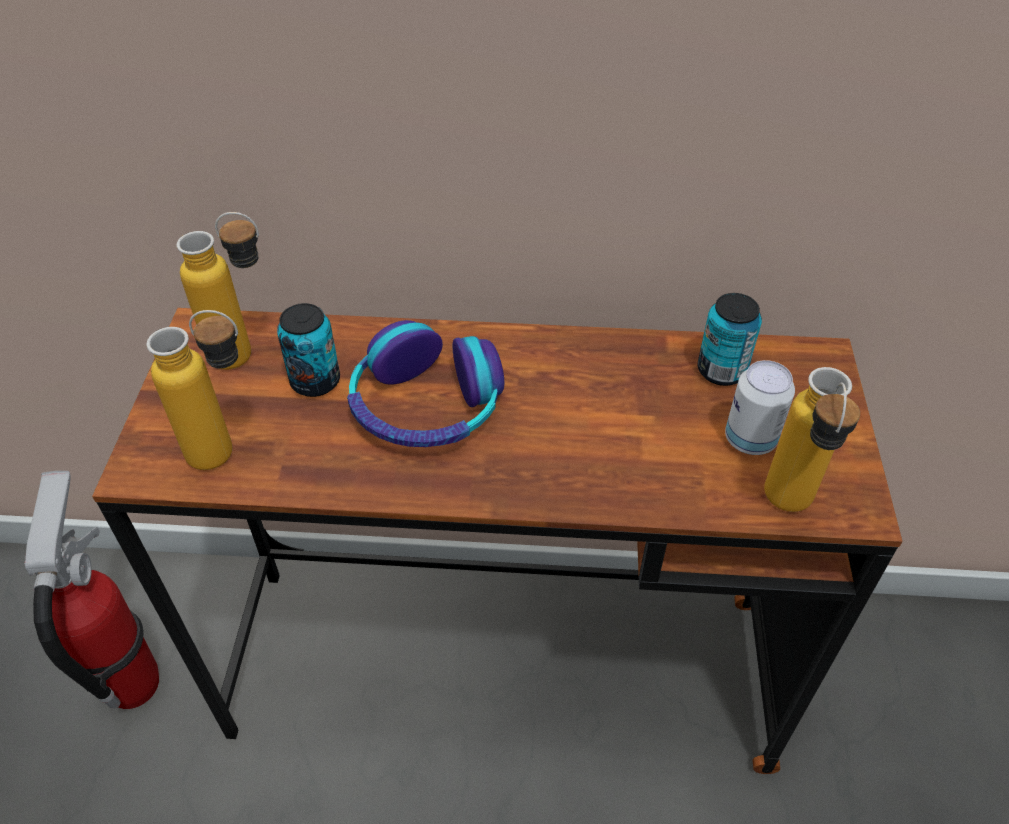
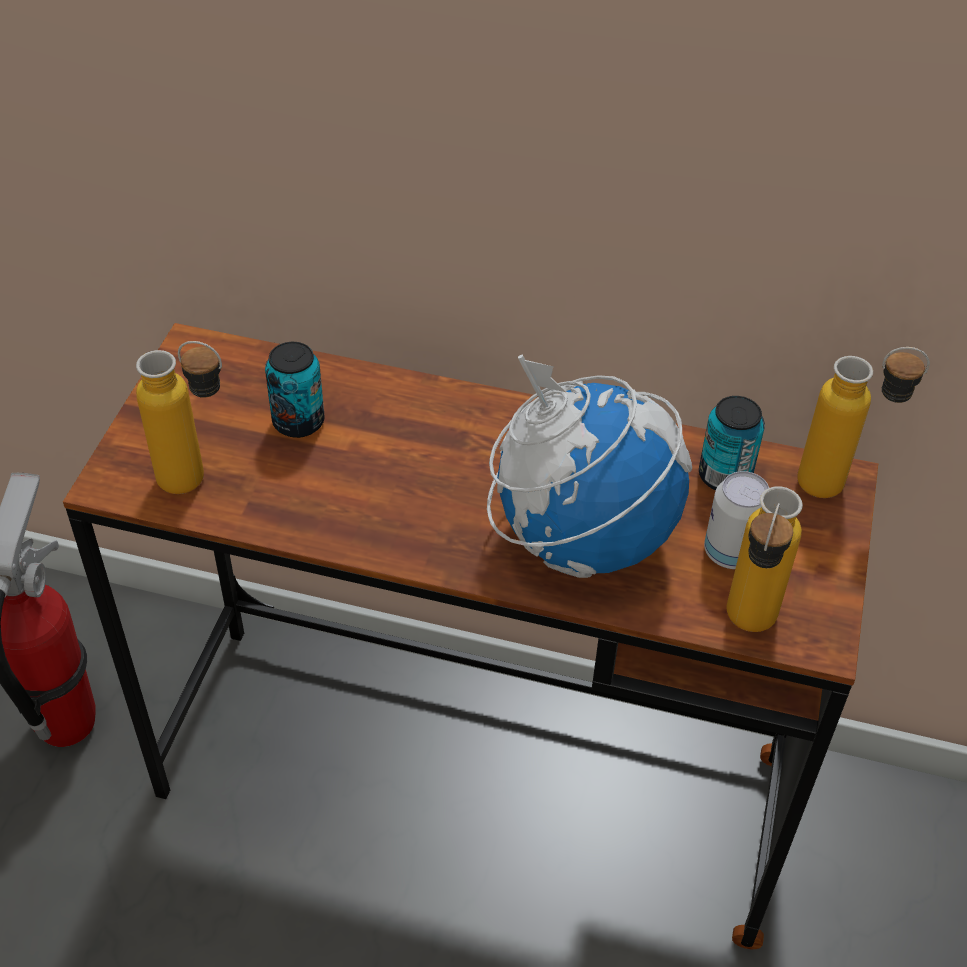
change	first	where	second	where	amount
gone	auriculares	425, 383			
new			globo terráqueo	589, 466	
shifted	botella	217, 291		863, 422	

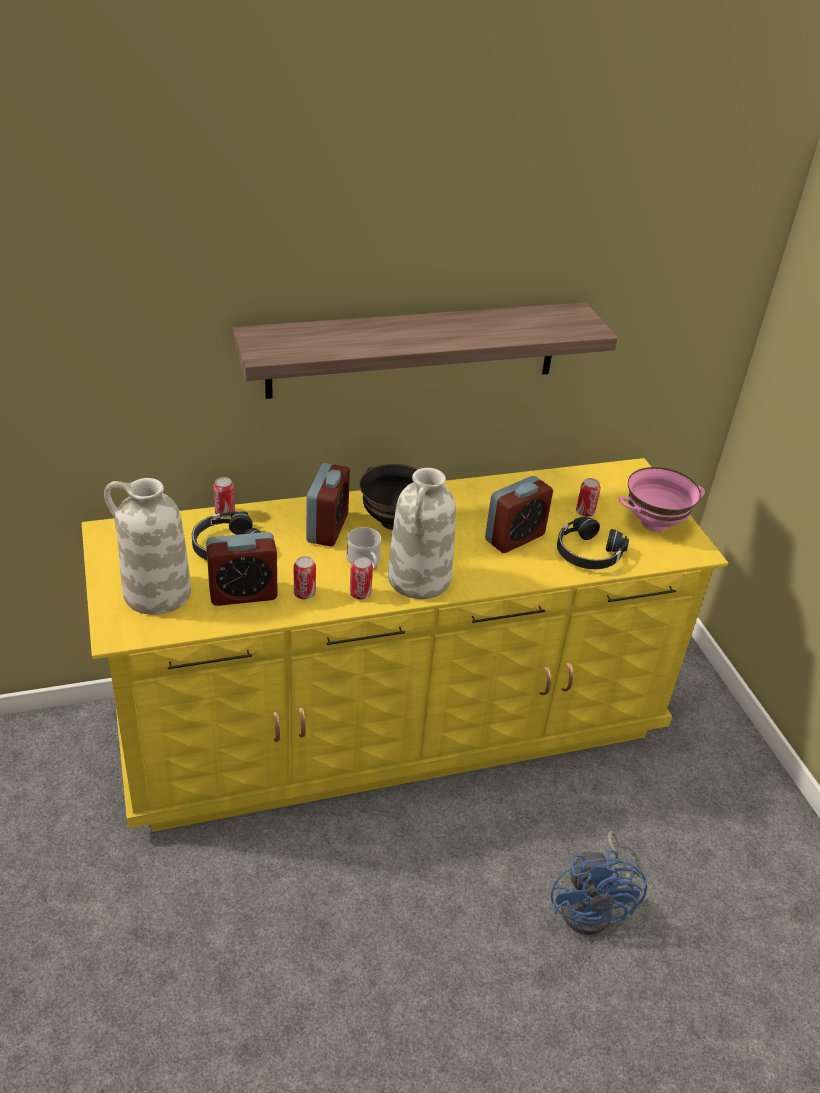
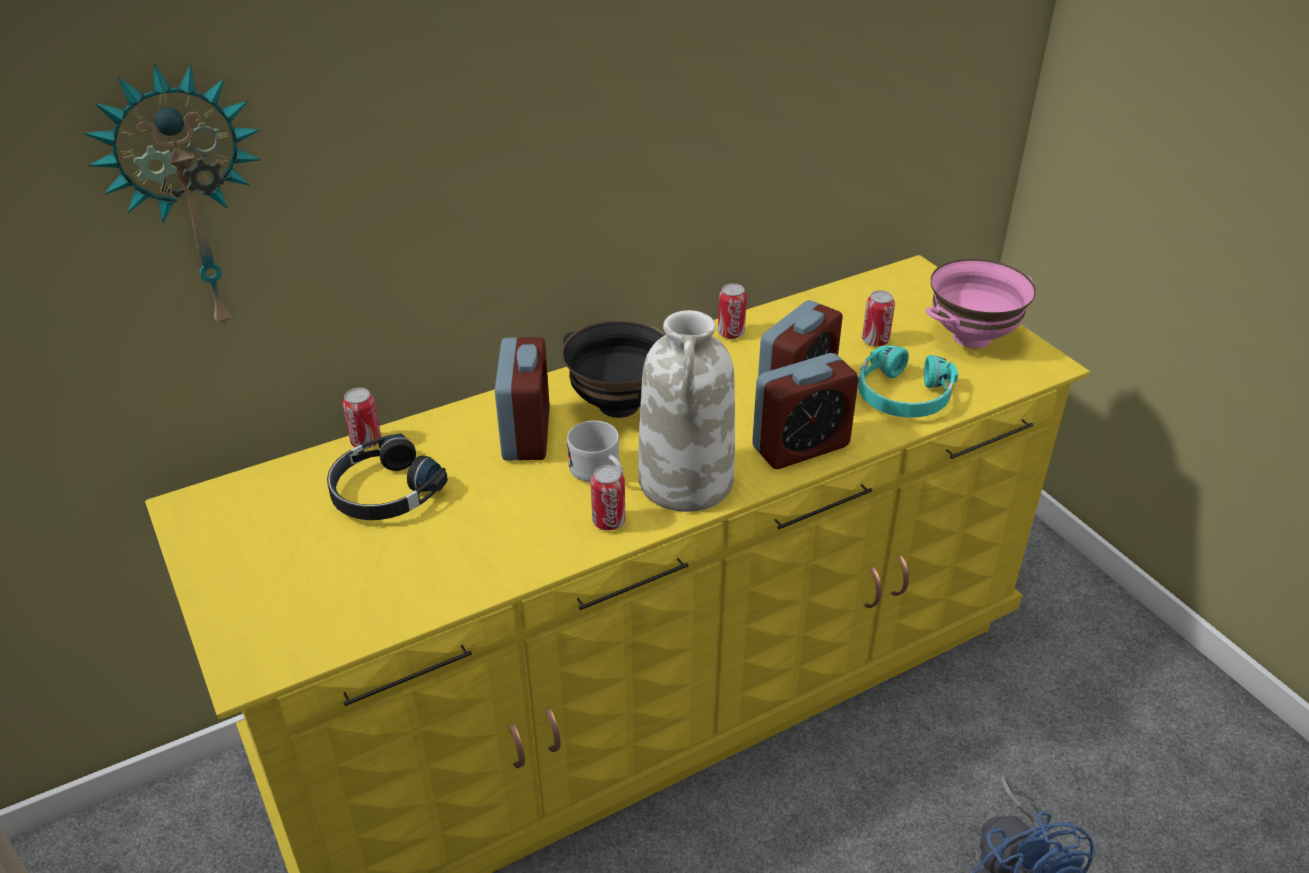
change	first	where	second	where	amount
gone	florero/blanco	147, 546			
gone	estante	425, 350			
new			reloj de pared	172, 197	
shifted	despertador	242, 569		805, 411	
shifted	lata	305, 577		732, 311	
repainted	auriculares/negro	593, 542	auriculares/turquesa	908, 381	

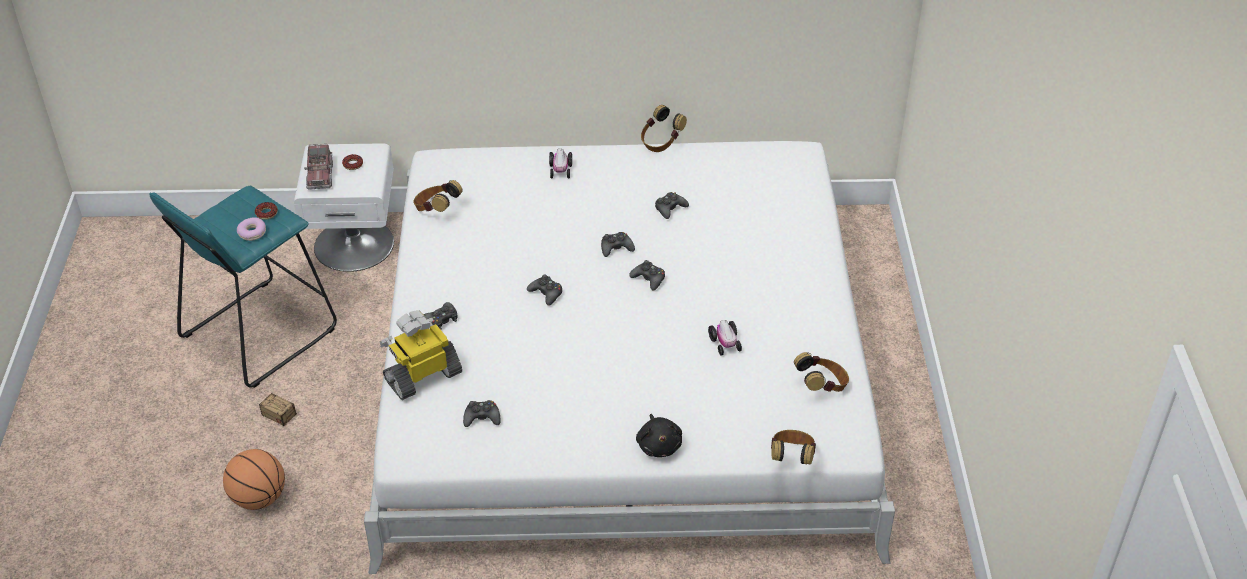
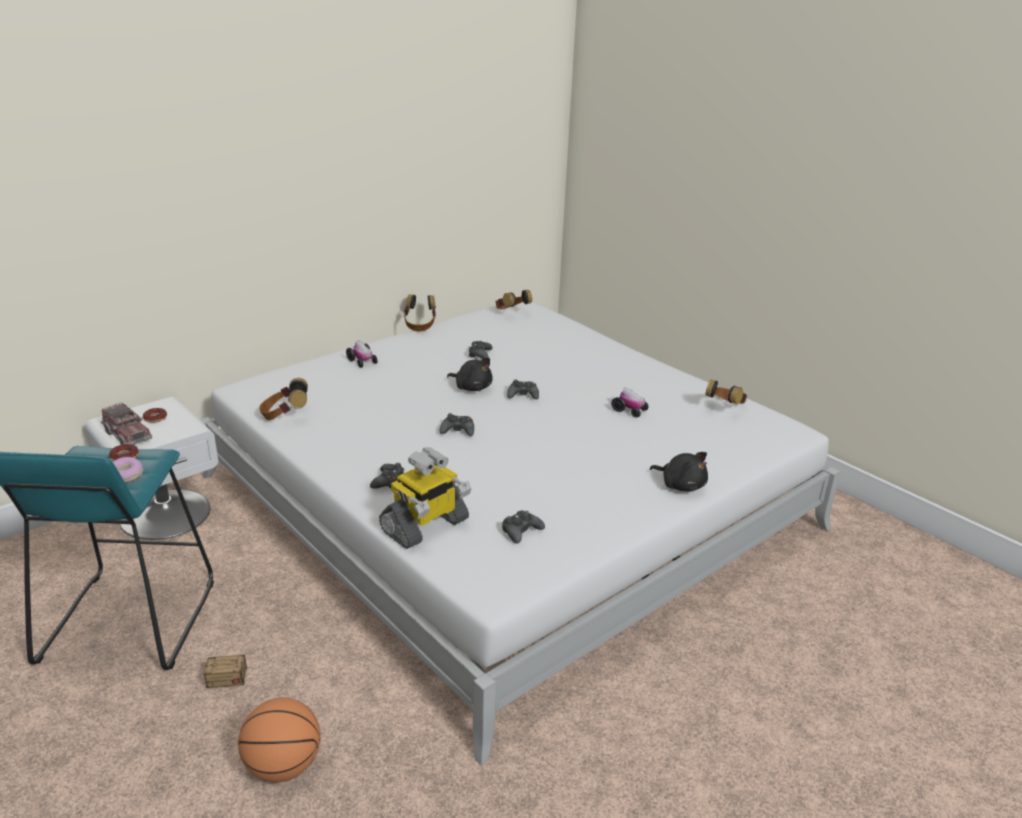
change	first	where	second	where	amount
shifted	auriculares	793, 447		513, 299	
swapped	mando de consola/negro	618, 244	peluche/negro	470, 374	
rotated	robot de juguete	420, 355		425, 498	150 degrees counterclockwise

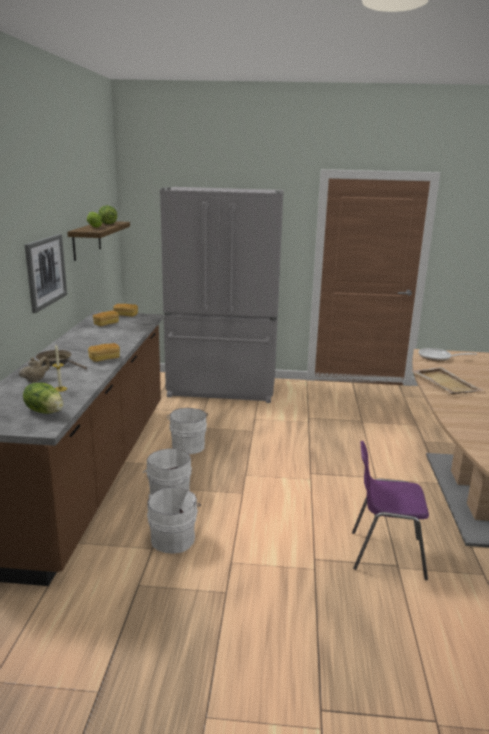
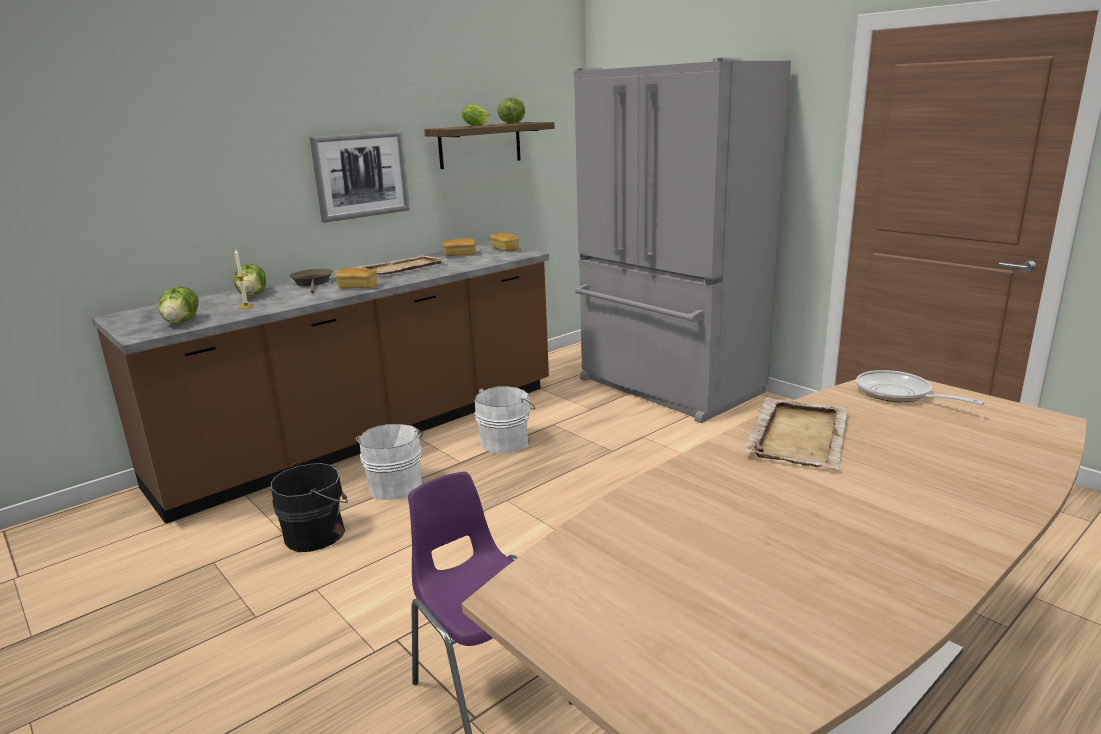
change	first	where	second	where	amount
new			bandeja/beis	403, 265	
swapped	tetera/beis	34, 370	lechuga	250, 280	
repainted	cubo/blanco	174, 520	cubo/negro	309, 507	

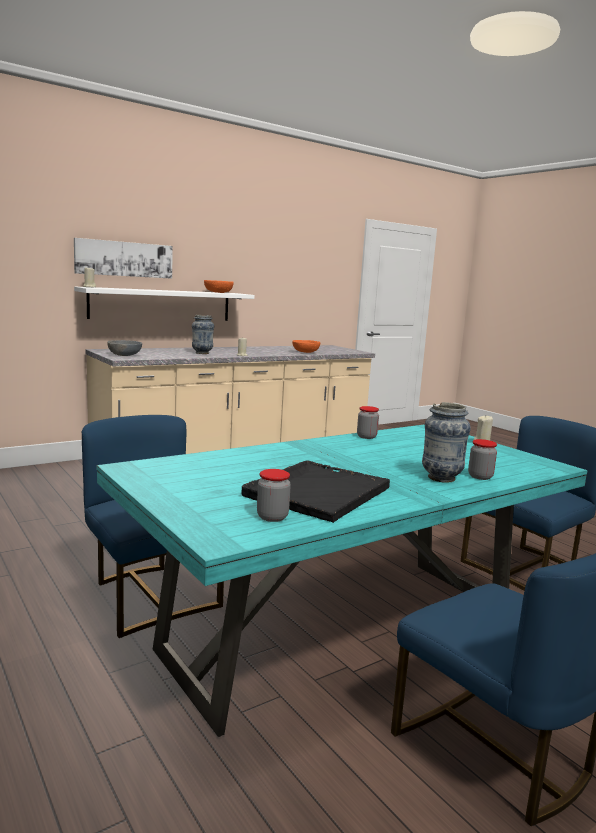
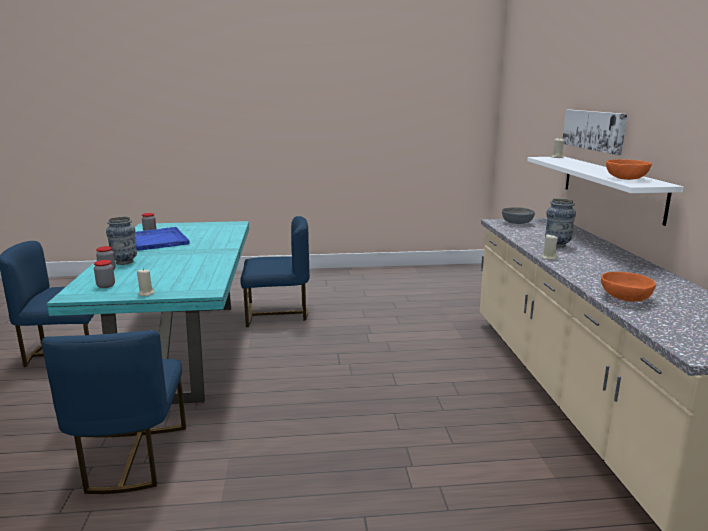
change	first	where	second	where	amount
shifted	tarro	368, 422		104, 274	
repainted	bandeja/negro	315, 491	bandeja/azul	162, 239	

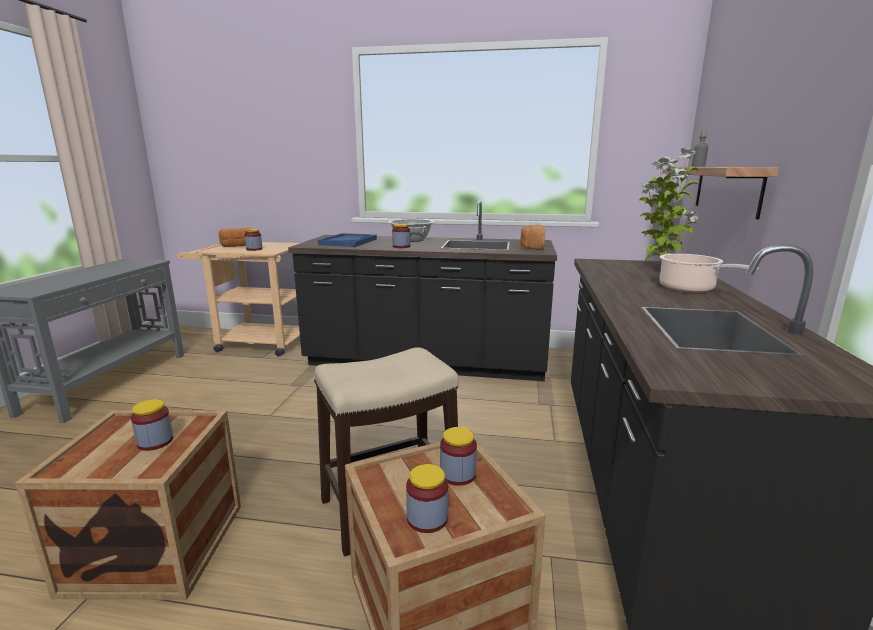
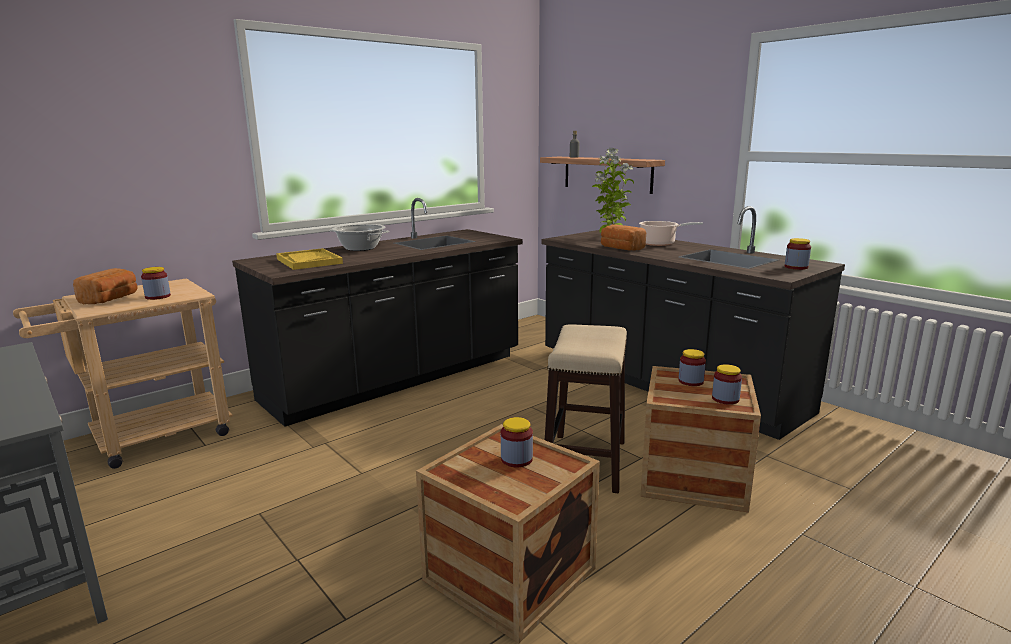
change	first	where	second	where	amount
shifted	tarro	401, 235		798, 254	
shifted	pan	533, 237		623, 237	
repainted	bandeja/azul	347, 240	bandeja/amarillo	309, 259	

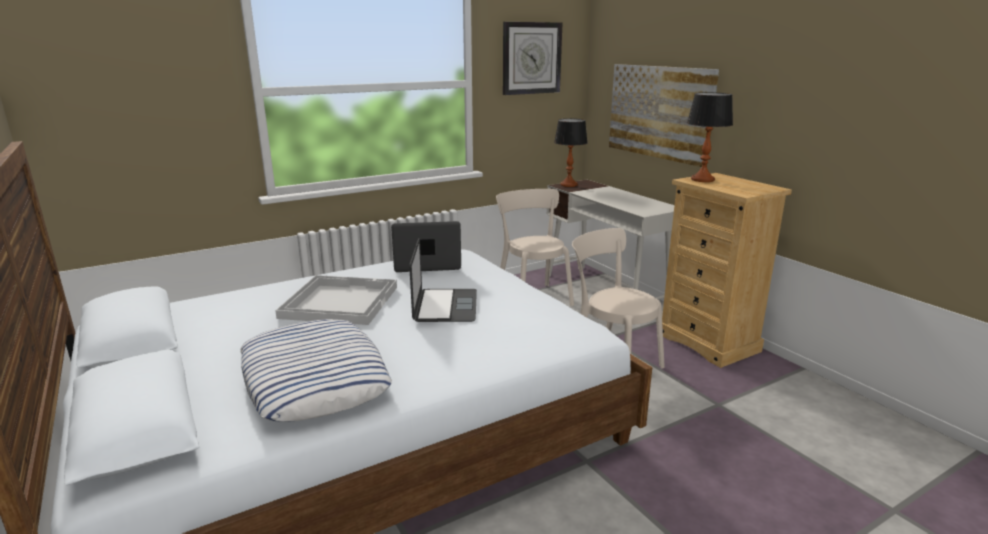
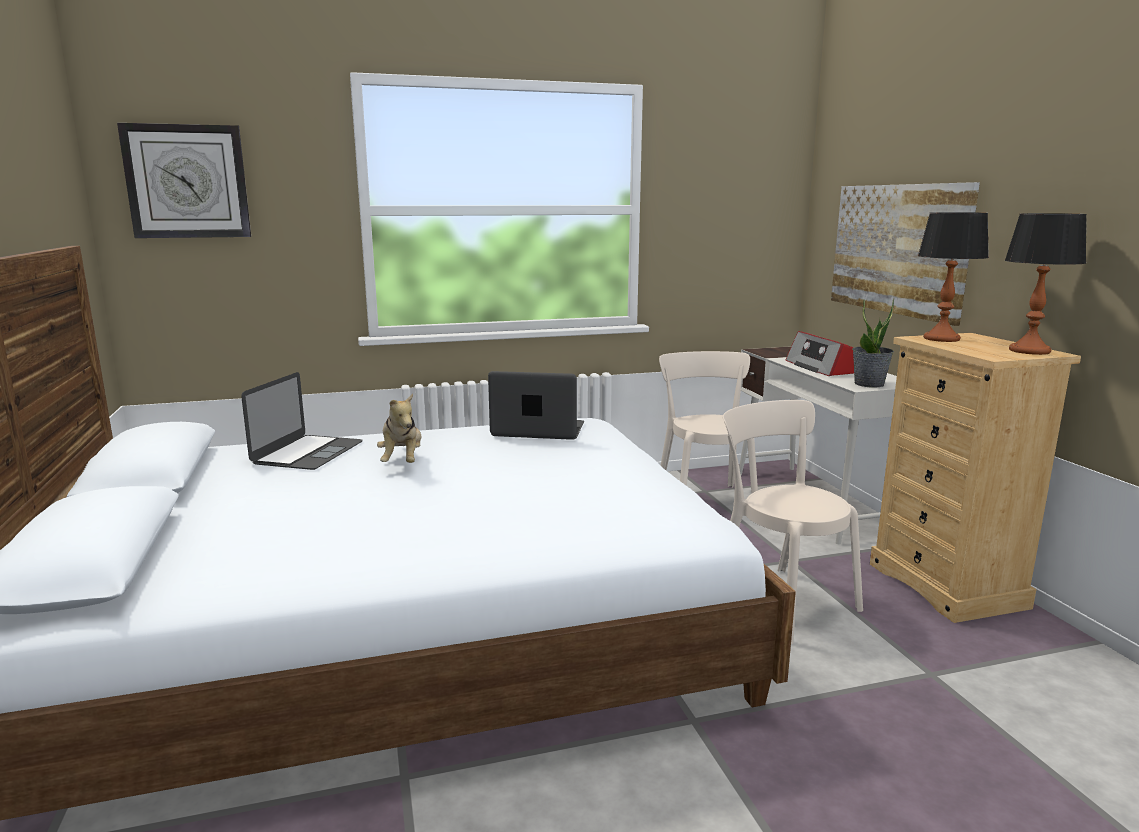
change	first	where	second	where	amount
gone	cojín	316, 370			
new			radio	820, 353	
new			planta en maceta	873, 343	
shifted	portátil	443, 280		302, 421	
shifted	reloj de pared	532, 58		184, 180	
shifted	lámpara de mesa	571, 153		1046, 284	
swapped	bandeja/blanco	336, 300	peluche	399, 428	

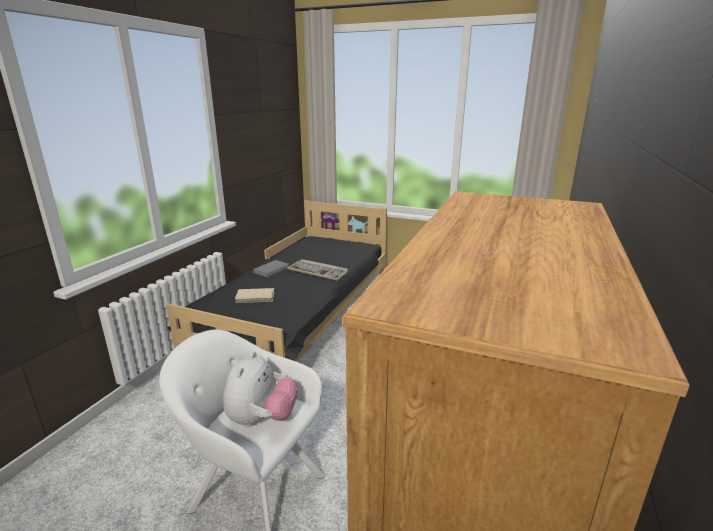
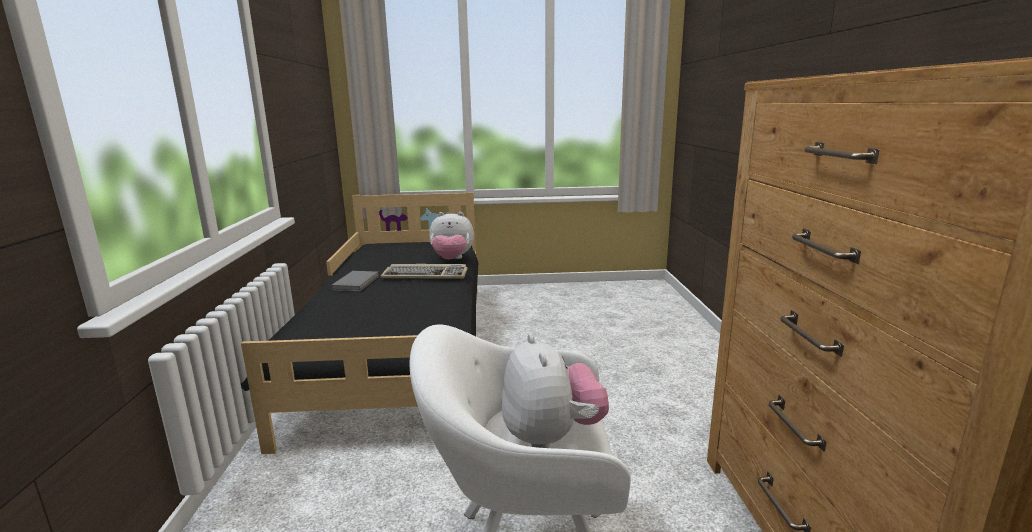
change	first	where	second	where	amount
gone	libro/beis	255, 295			
new			peluche	451, 236	

